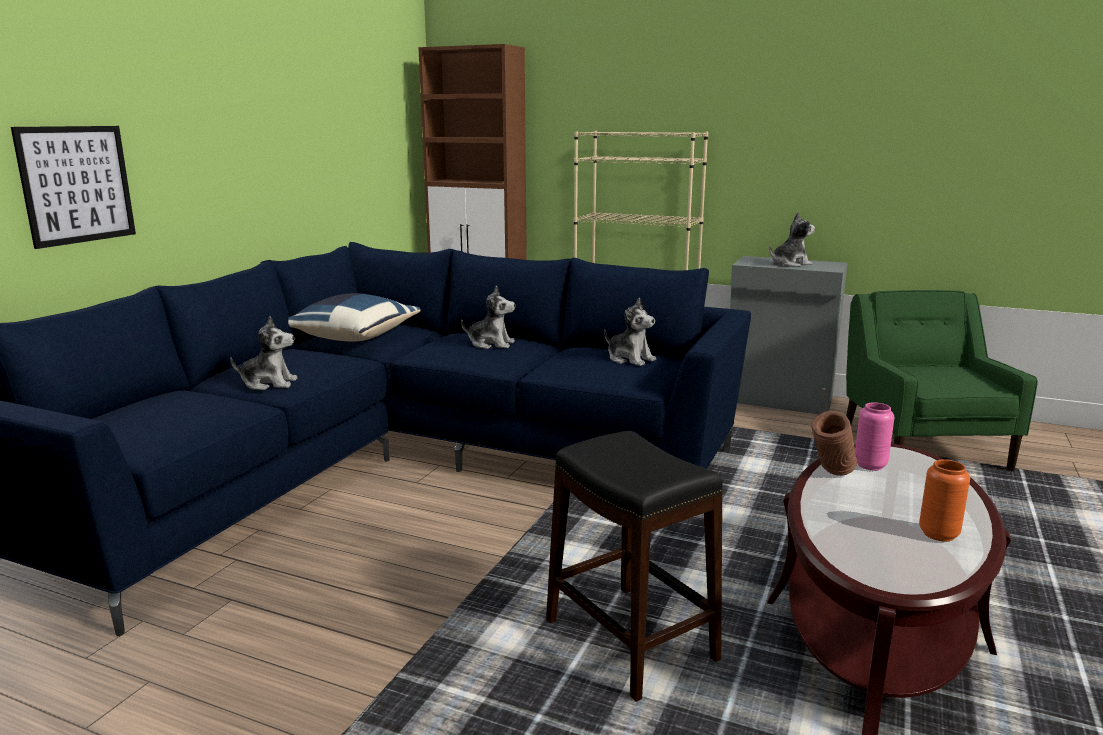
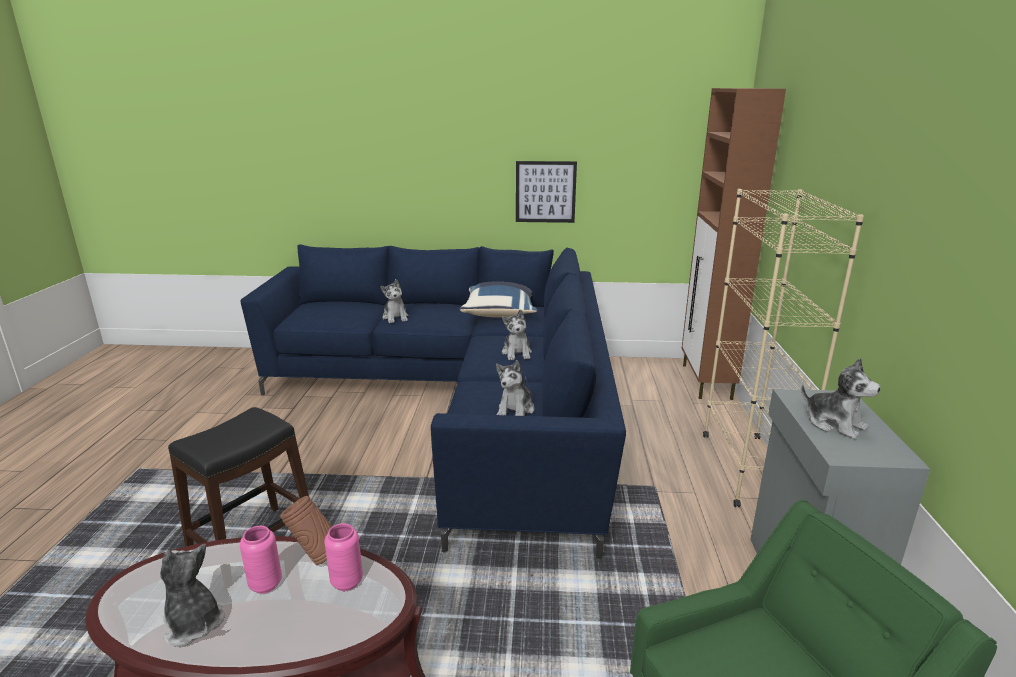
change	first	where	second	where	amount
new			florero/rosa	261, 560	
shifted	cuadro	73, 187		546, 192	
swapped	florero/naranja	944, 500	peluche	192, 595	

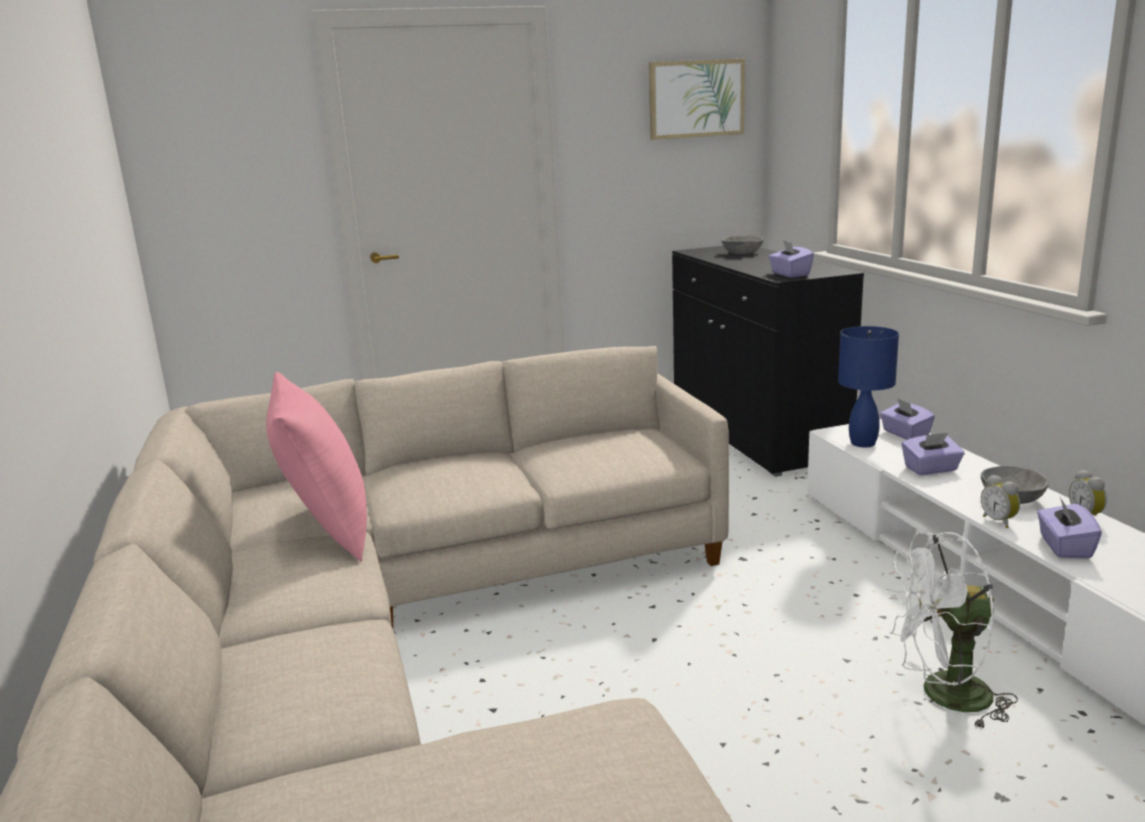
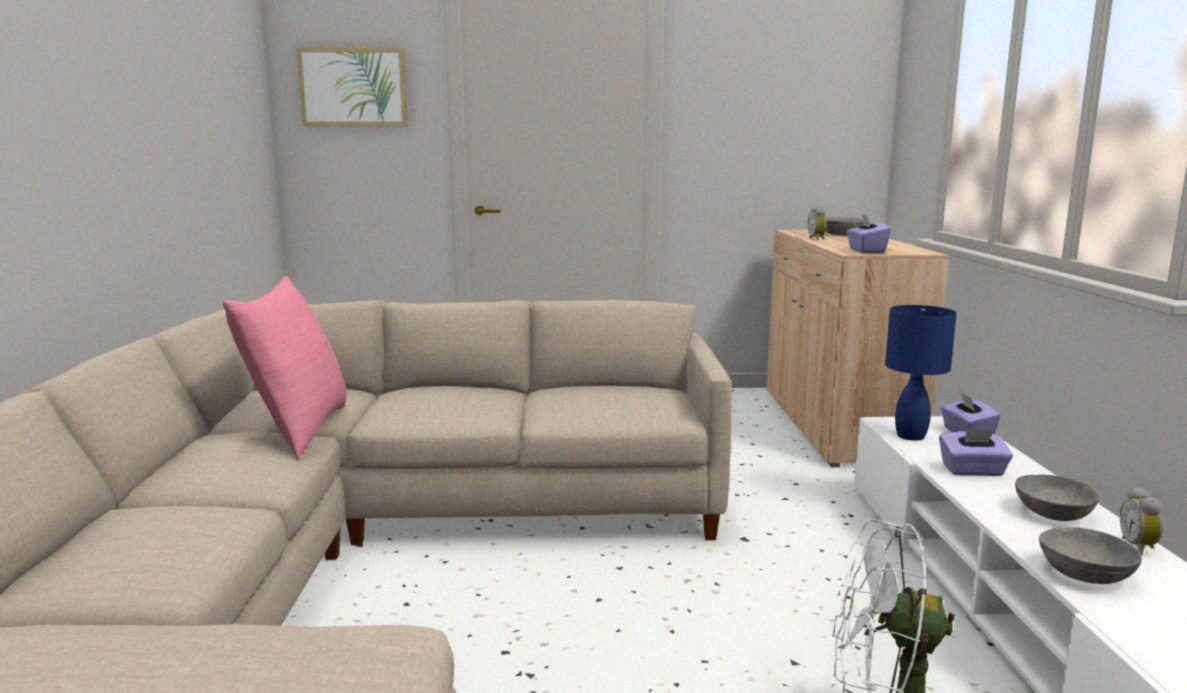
change	first	where	second	where	amount
shifted	cuadro	697, 99		352, 87	
shifted	despertador	1000, 501		817, 224	
swapped	caja de pañuelos/morado	1069, 528	cuenco/gris	1090, 555	
repainted	armario/negro	768, 361	armario/beis	858, 348	

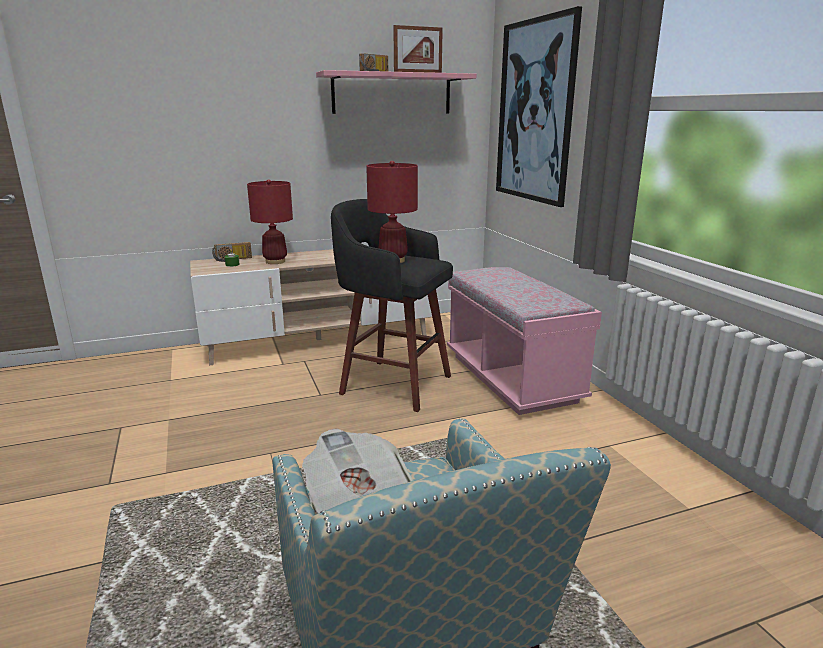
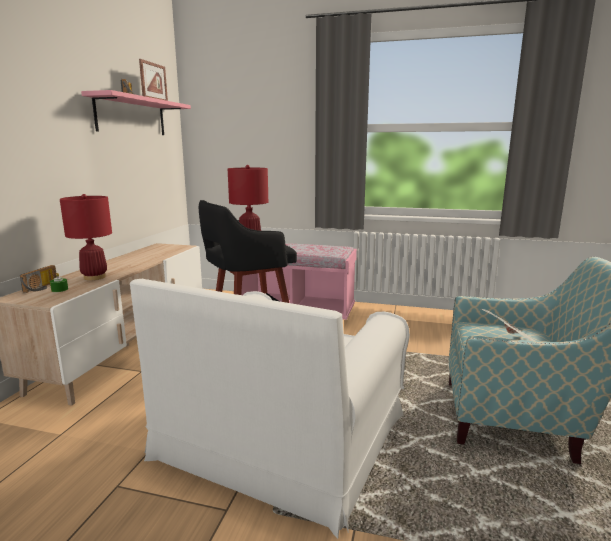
change	first	where	second	where	amount
gone	cuadro	539, 106			
new			sillón/blanco	270, 409	

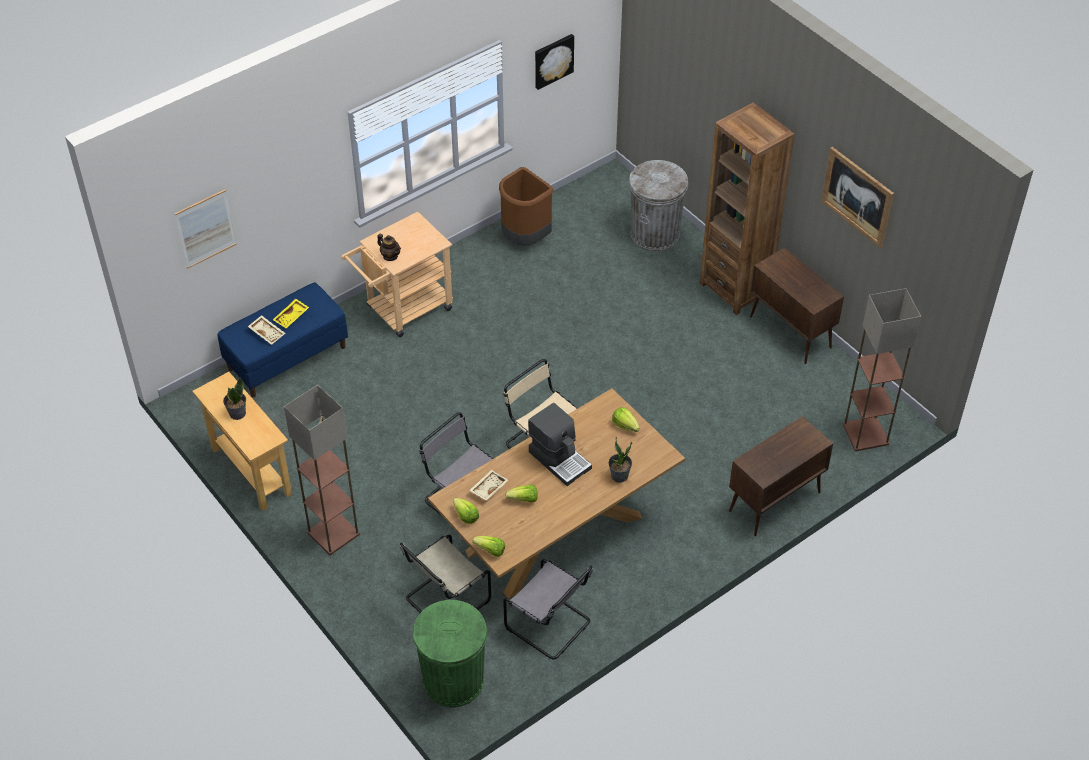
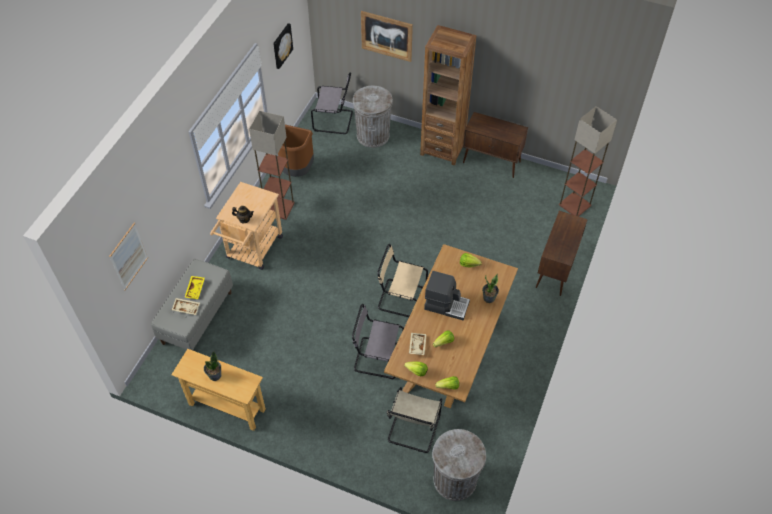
change	first	where	second	where	amount
shifted	lámpara de pie	322, 470		272, 165	
shifted	silla/gris	548, 609		332, 103	
shifted	cuadro	857, 197		387, 36	
repainted	banco/azul	283, 339	banco/gris	192, 304	
repainted	papelera/verde	450, 653	papelera/gris	459, 465	

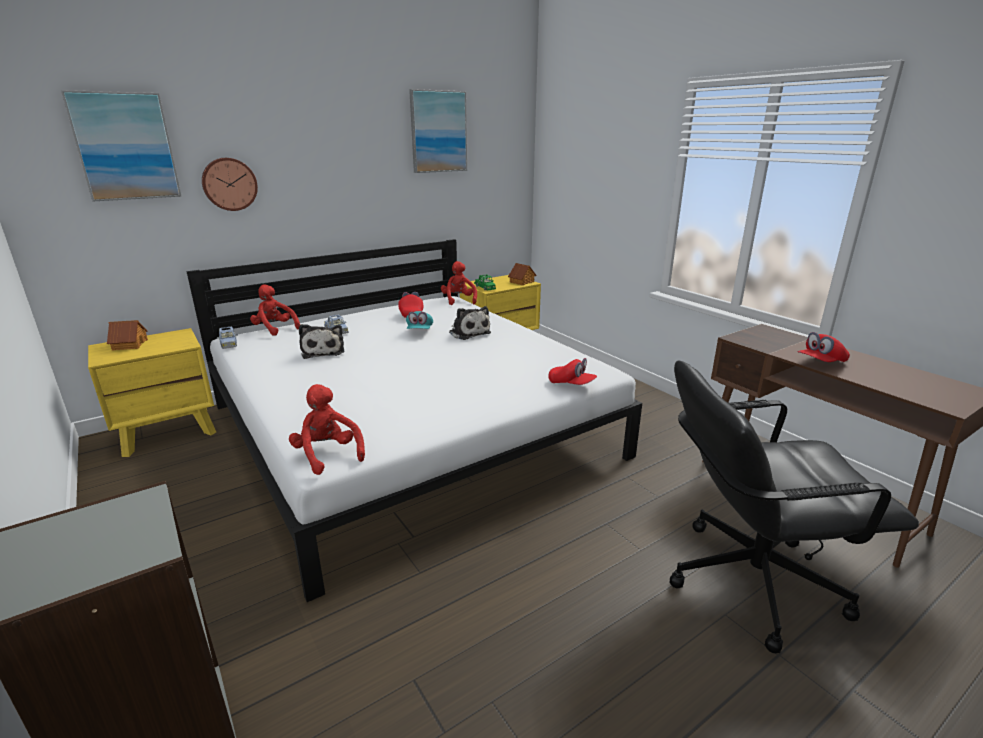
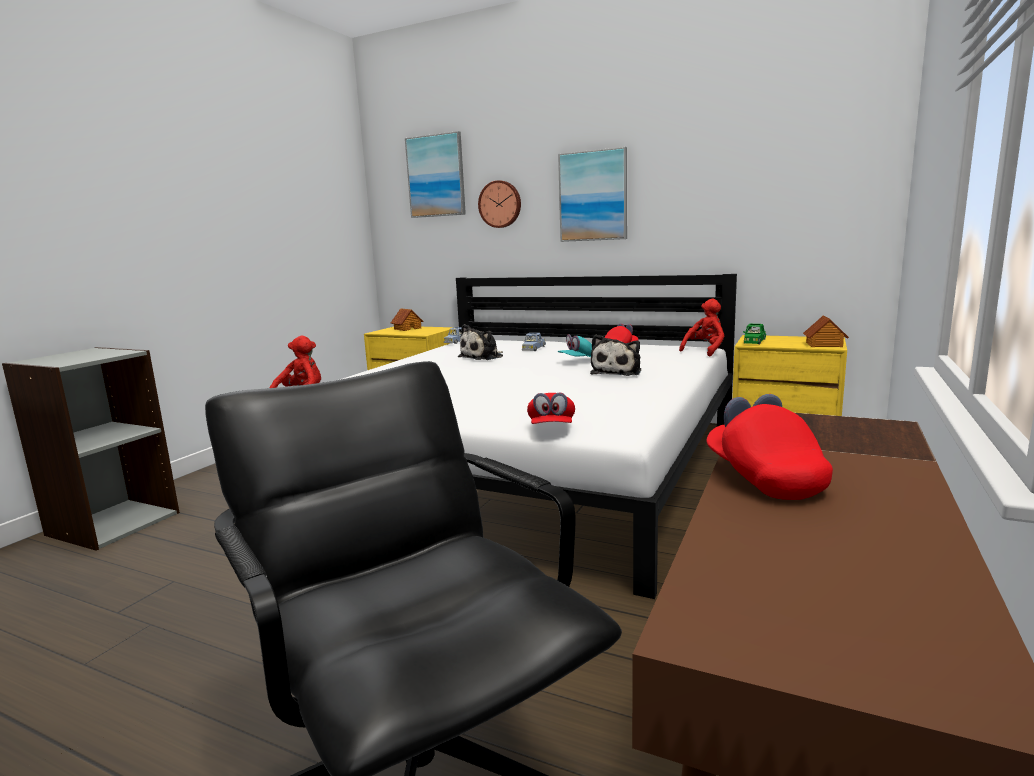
change	first	where	second	where	amount
gone	peluche/rojo	275, 310			
shifted	cuadro	438, 131		592, 194	
rotated	gorra/rojo	824, 347		769, 447	45 degrees clockwise

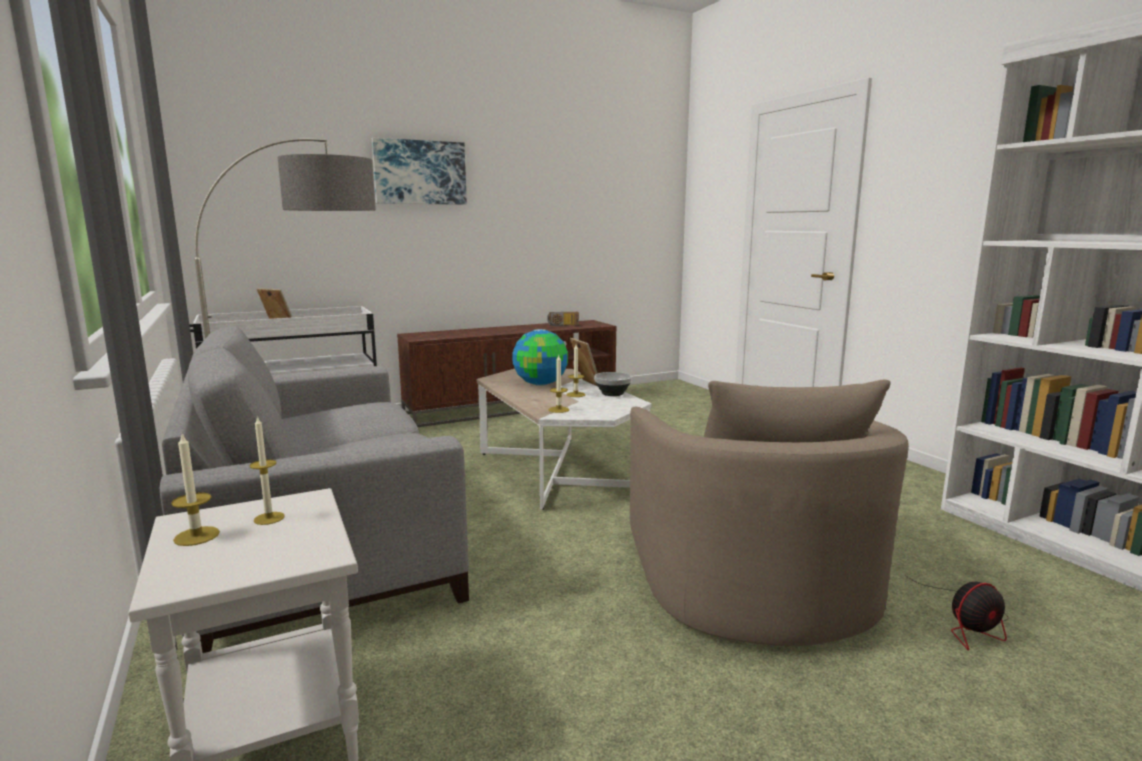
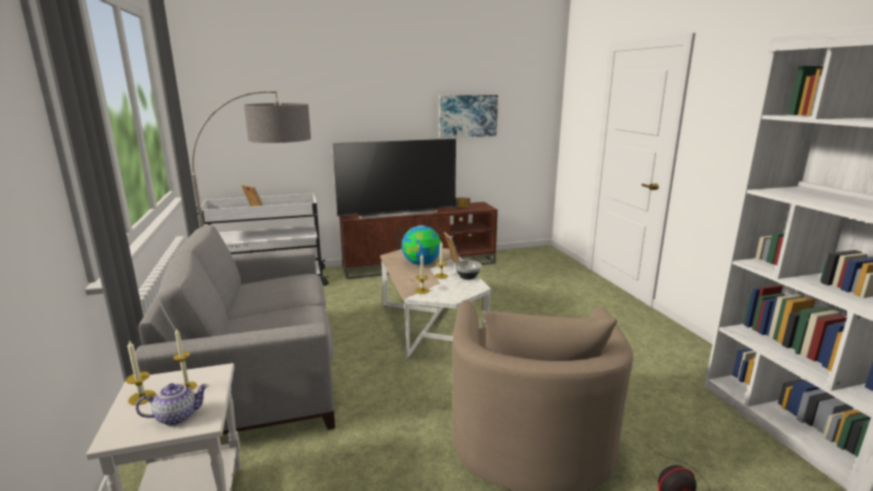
change	first	where	second	where	amount
new			tetera	172, 404	
new			televisor	394, 179	
shifted	cuadro	419, 171		468, 116	

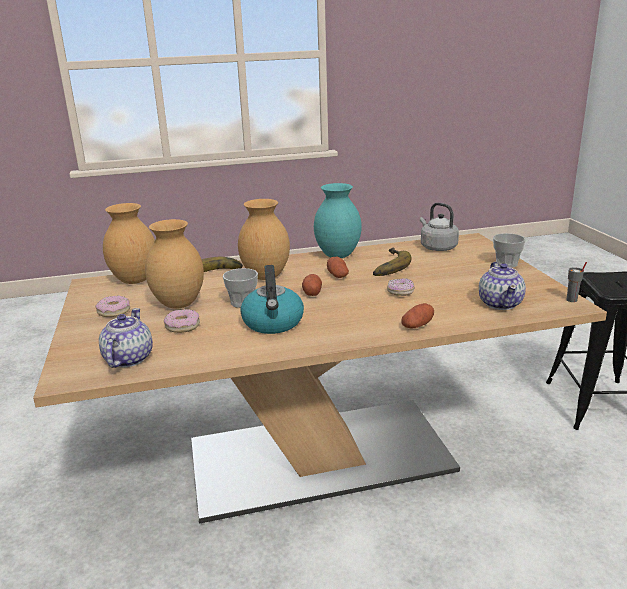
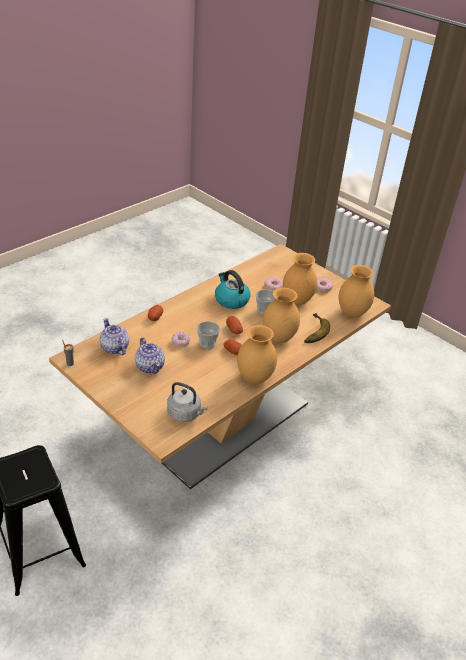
change	first	where	second	where	amount
gone	plátano	392, 261			
shifted	tetera	126, 338		150, 356	
shifted	taza	509, 250		208, 335	
repainted	florero/turquesa	338, 220	florero/marrón	257, 354	

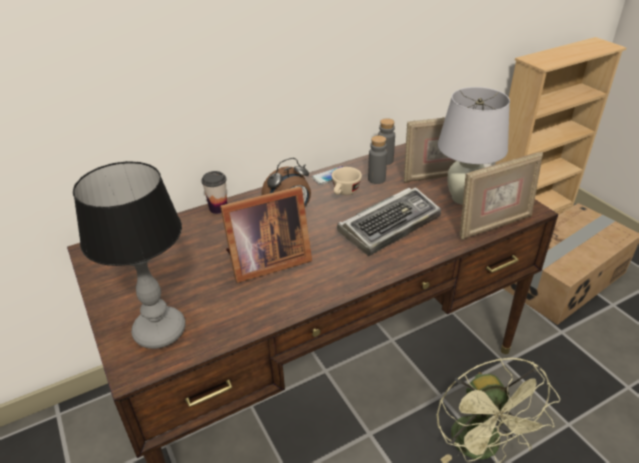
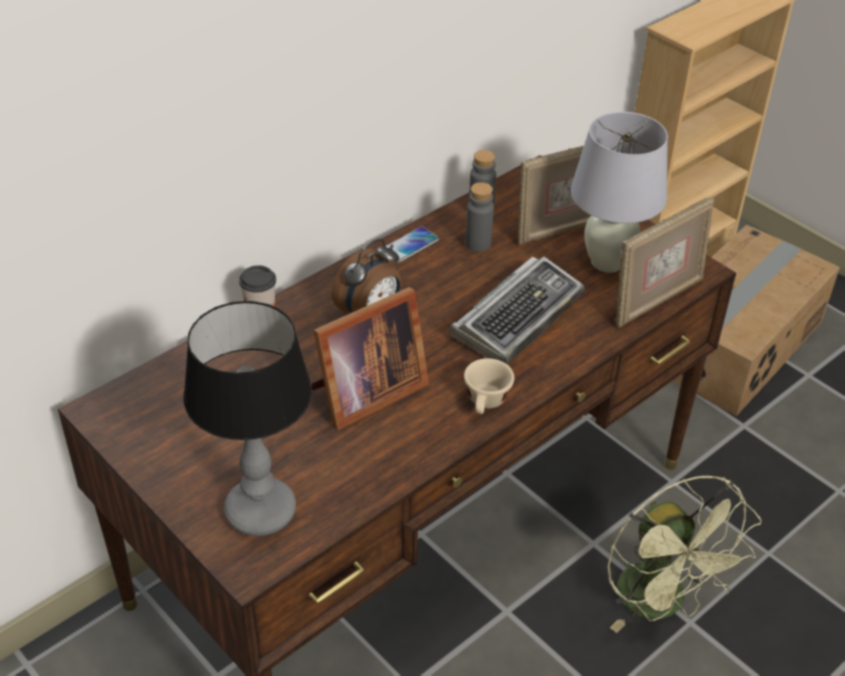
change	first	where	second	where	amount
shifted	taza/beis	346, 181		489, 386	

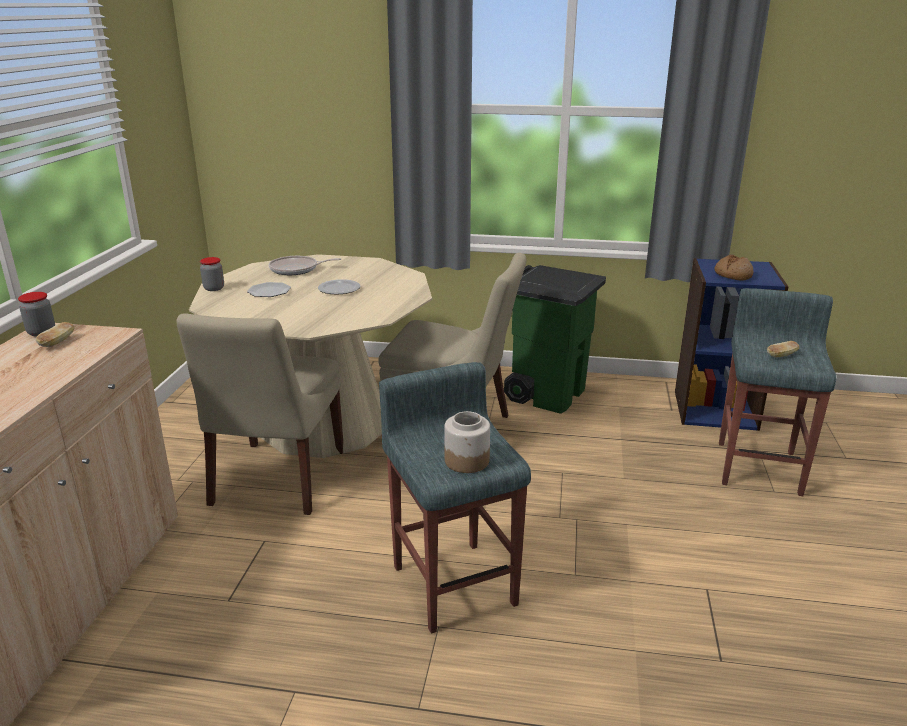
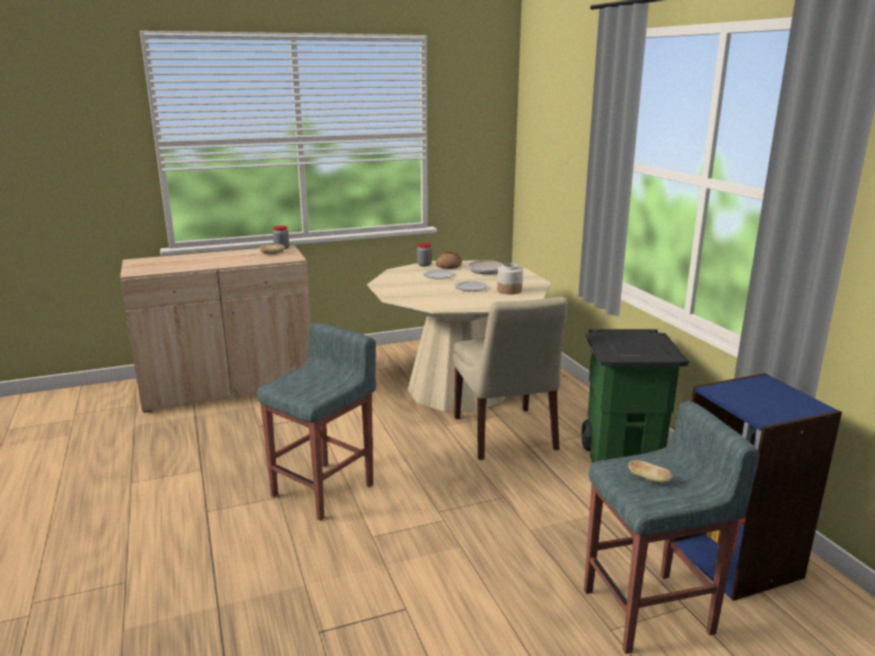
change	first	where	second	where	amount
gone	silla/beis	259, 414			
shifted	tarro	467, 442		510, 279	
shifted	pan	734, 267		449, 260	

